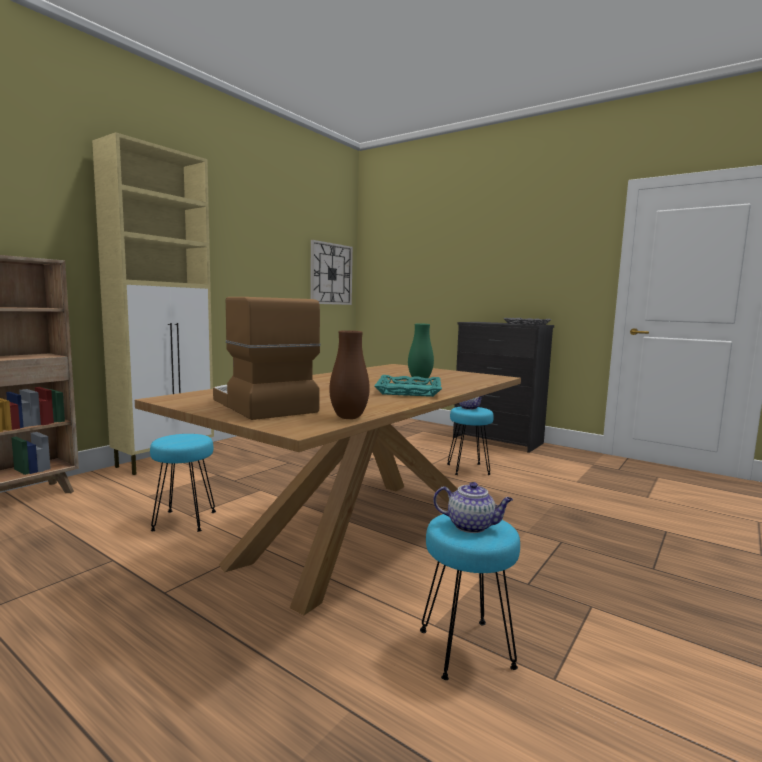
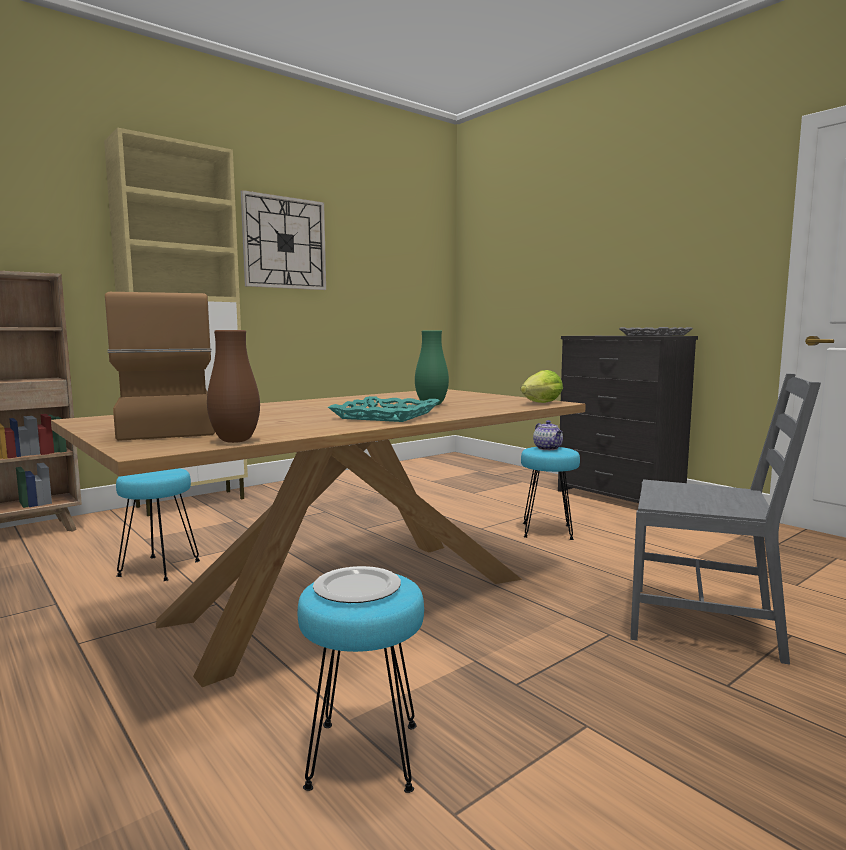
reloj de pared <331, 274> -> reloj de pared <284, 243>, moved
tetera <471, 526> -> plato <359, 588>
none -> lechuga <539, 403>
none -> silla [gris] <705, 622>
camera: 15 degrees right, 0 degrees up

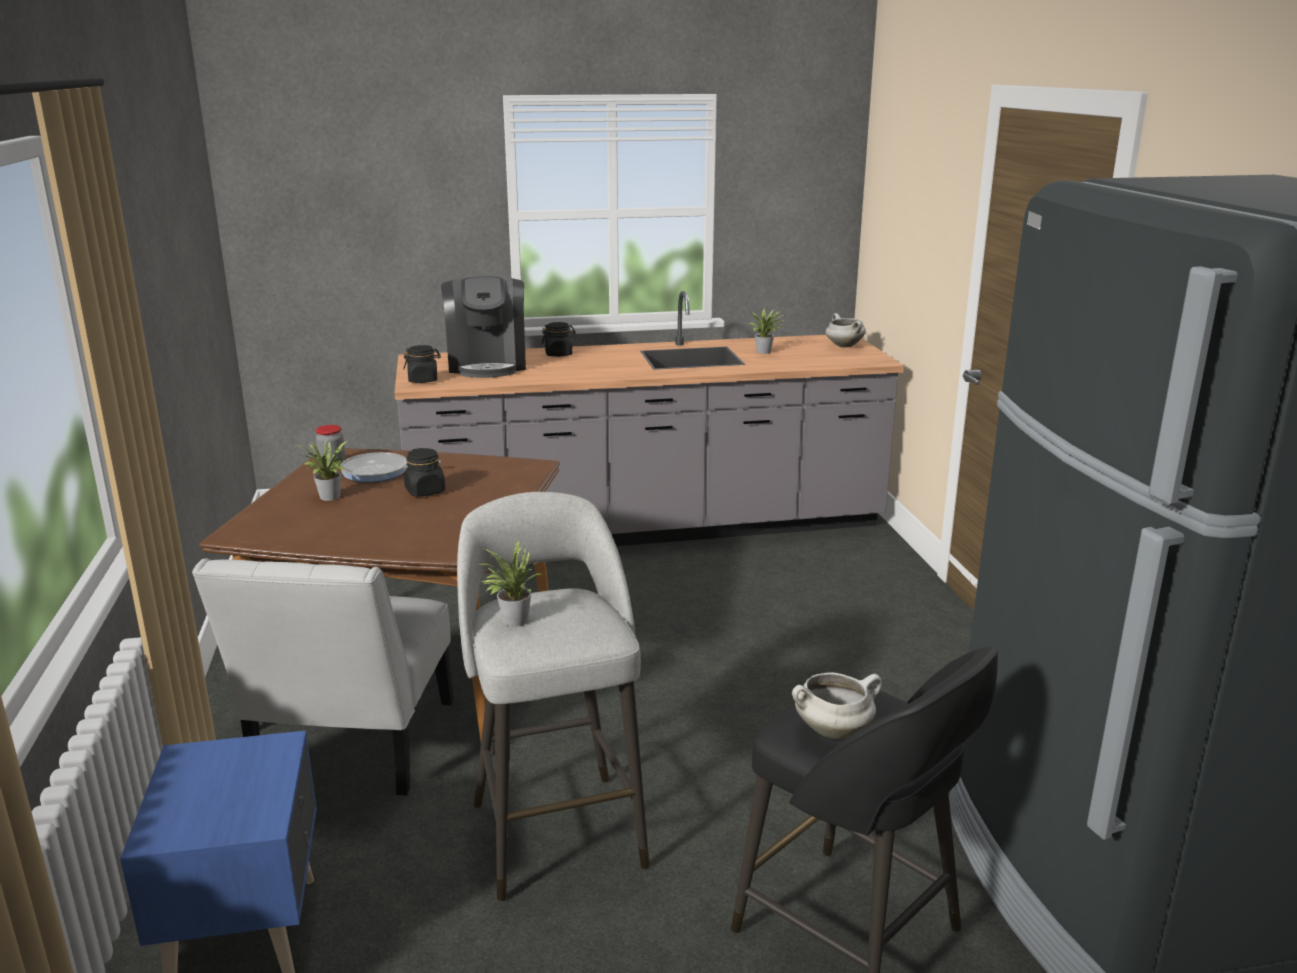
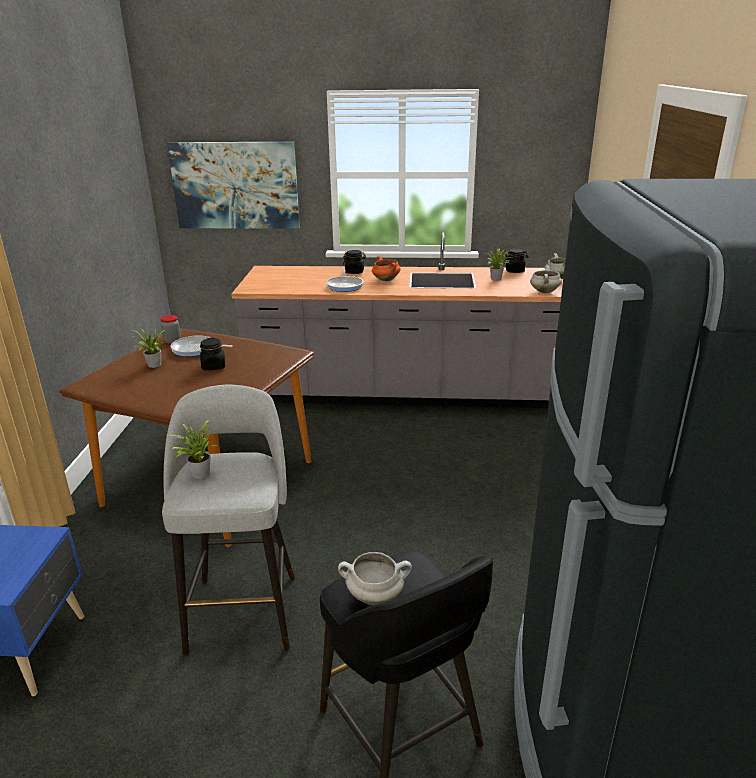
silla [blanco] <351, 749> -> none
tarro [negro] <423, 380> -> tarro [negro] <515, 271>, moved
cafetera <487, 364> -> none
none -> cuadro <235, 185>
none -> sartén <345, 286>
none -> olla [naranja] <385, 280>
none -> olla [blanco] <544, 291>
camera: 15 degrees right, 5 degrees up

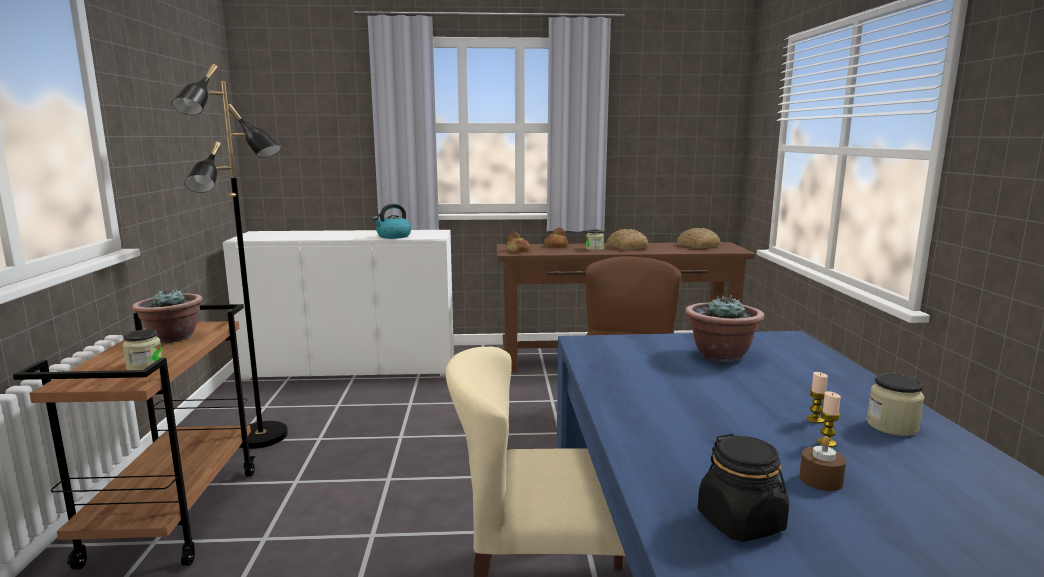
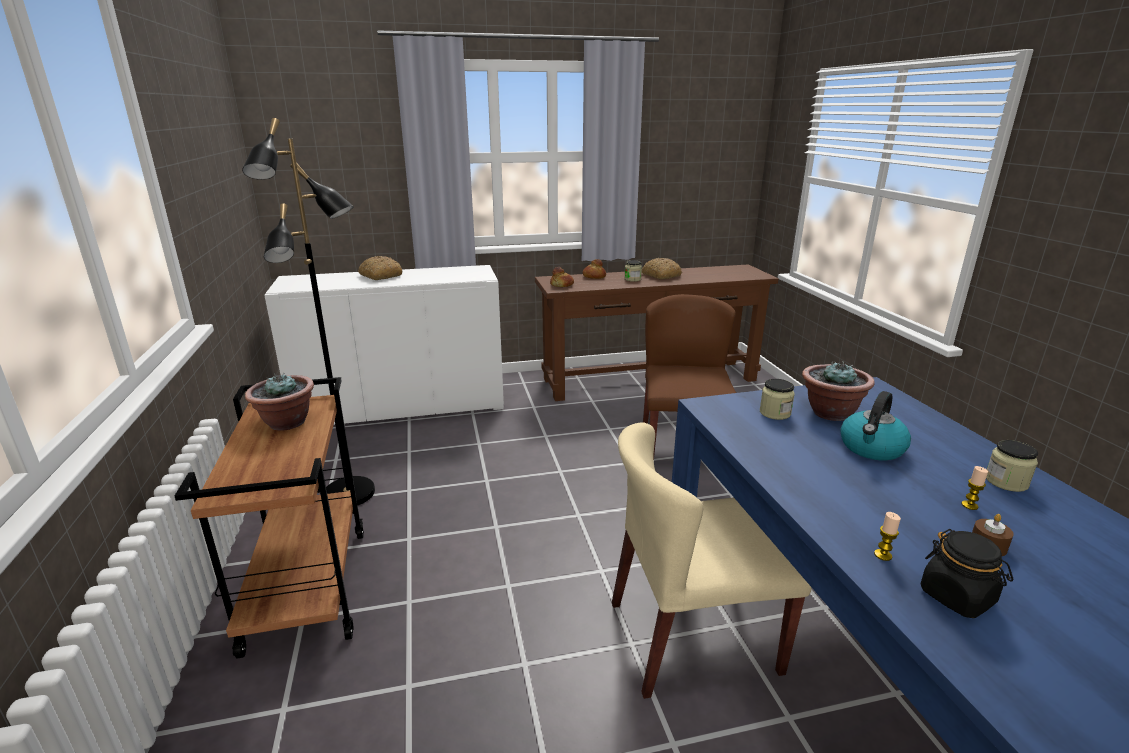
tarro <145, 366> -> tarro <775, 413>, moved
hervidor <393, 236> -> hervidor <871, 448>, moved
pan <697, 246> -> pan <380, 276>, moved
vela <815, 419> -> vela <883, 555>, moved
camera: 10 degrees left, 10 degrees up

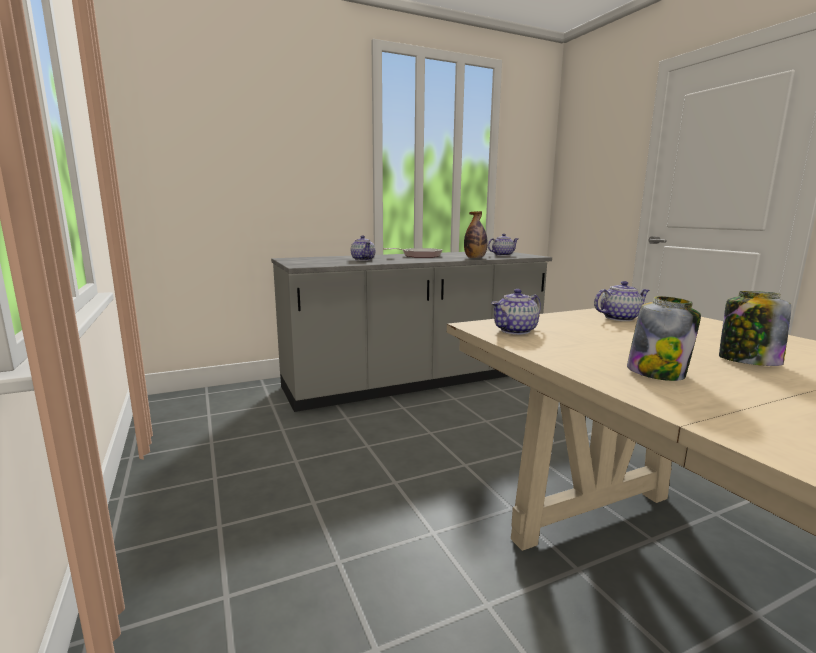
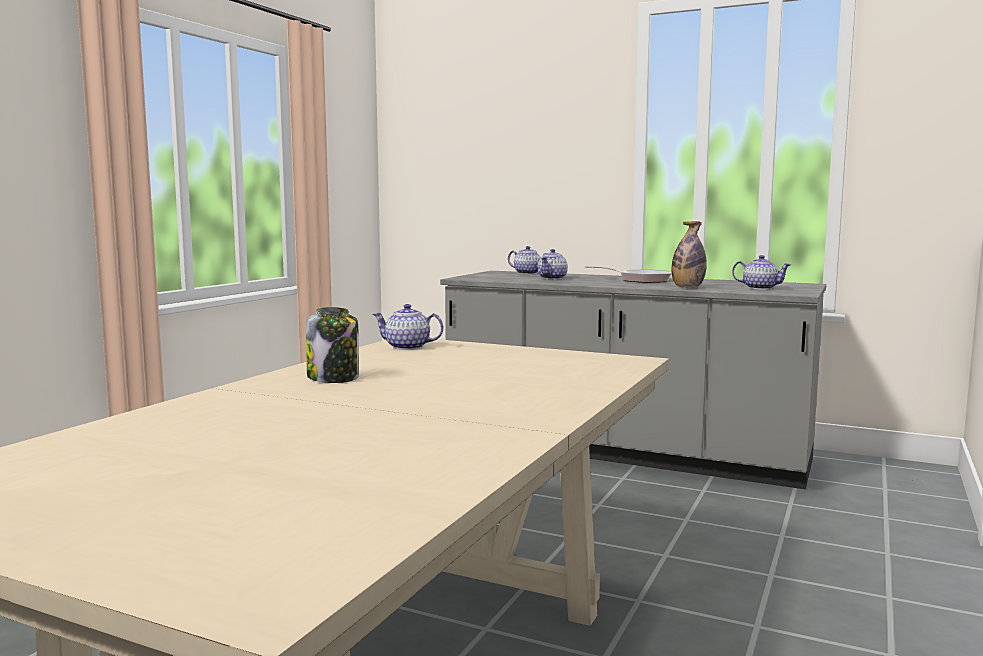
tetera <620, 318> -> tetera <528, 273>, moved
tarro <747, 361> -> none
camera: 50 degrees right, 5 degrees down

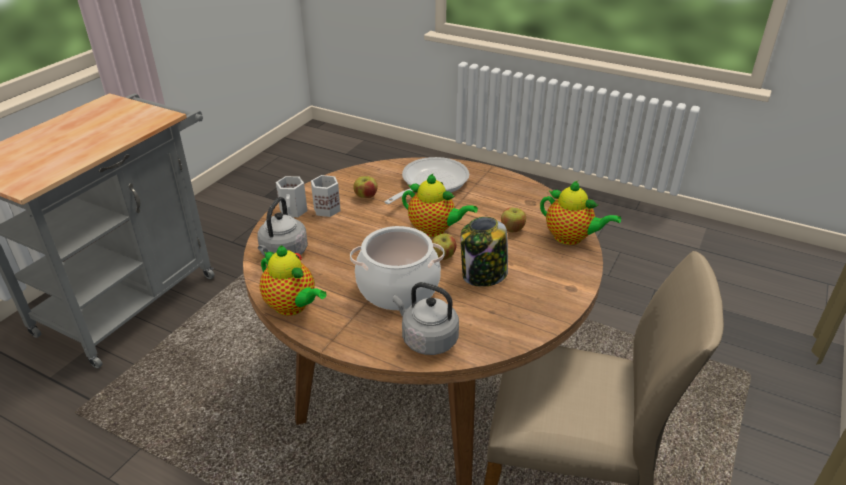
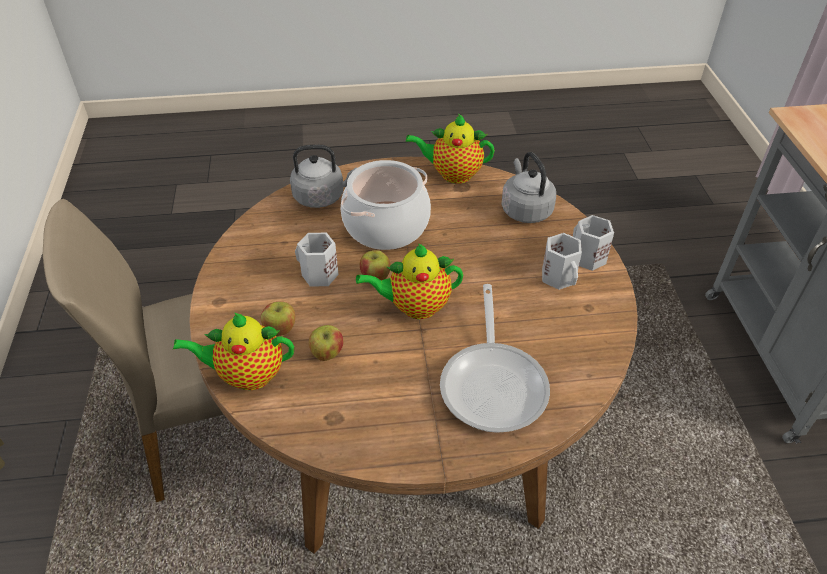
manzana <366, 196> -> manzana <280, 329>, moved
tarro <483, 275> -> taza grande [blanco] <318, 275>
camera: 145 degrees right, 10 degrees up

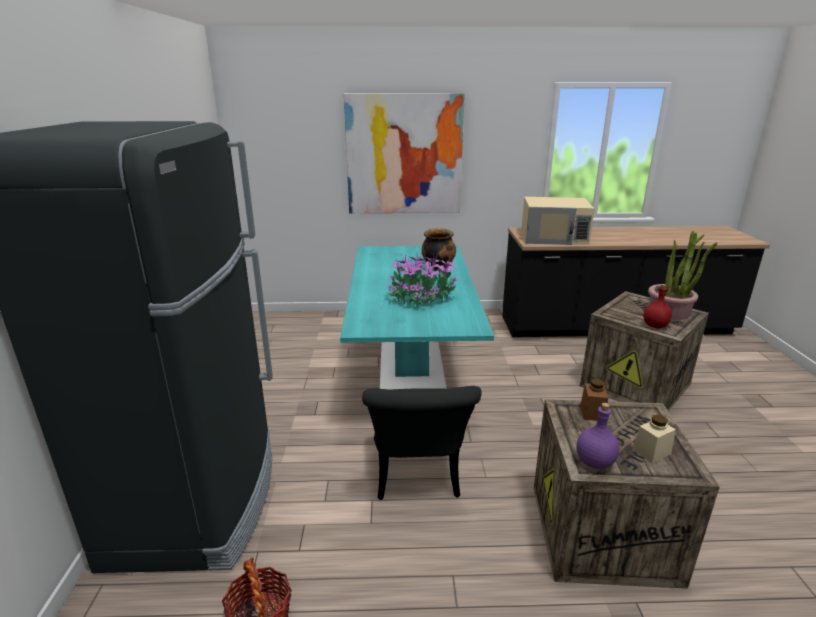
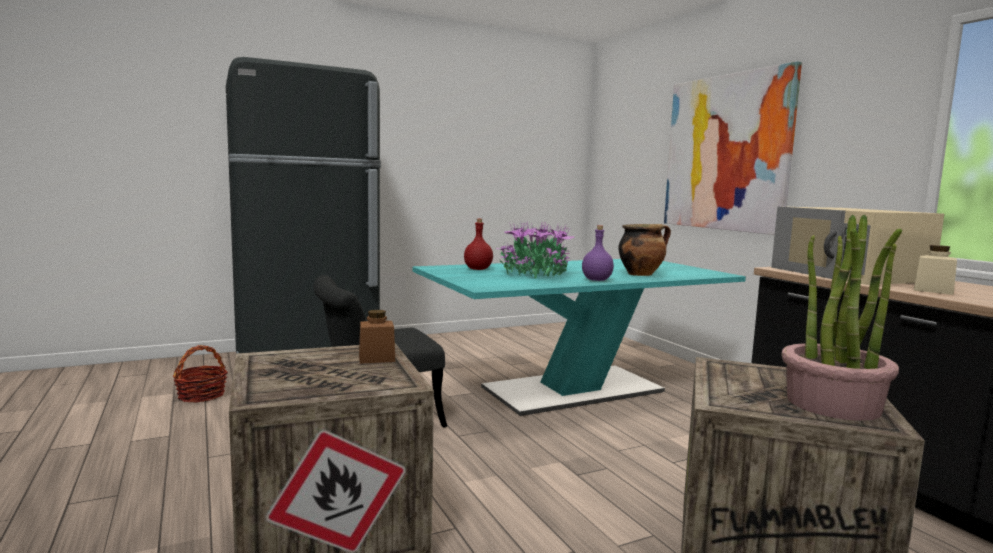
botella [morado] <595, 462> -> botella [morado] <597, 280>, moved
tarro [beis] <651, 452> -> tarro [beis] <933, 290>, moved
botella [rojo] <654, 326> -> botella [rojo] <478, 269>, moved
camera: 65 degrees right, 15 degrees down

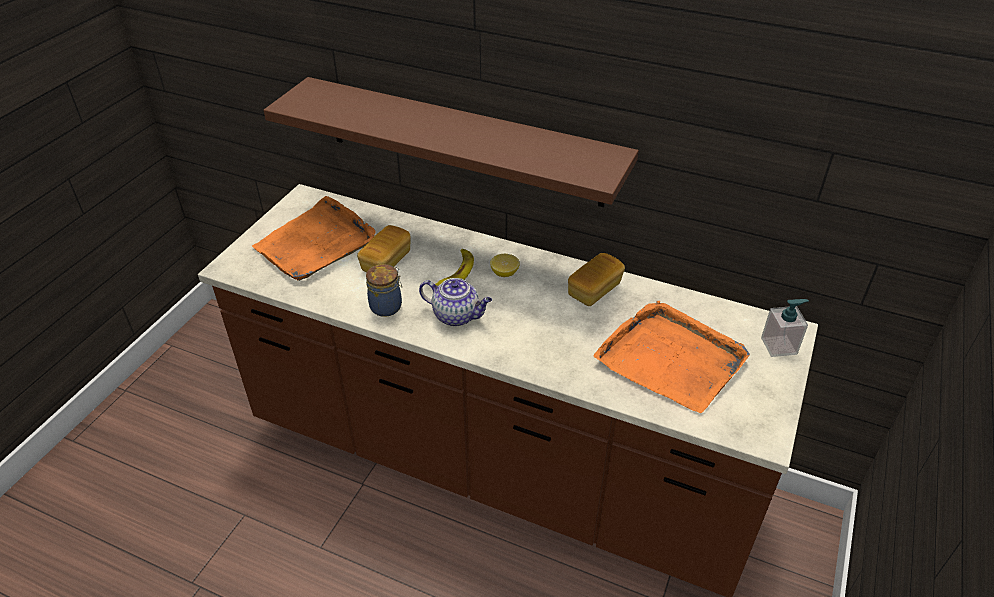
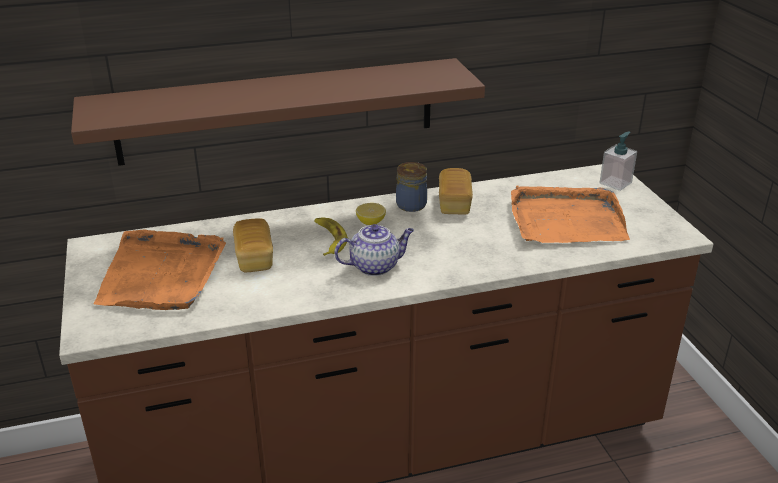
tarro <387, 306> -> tarro <411, 204>, moved
camera: 40 degrees left, 10 degrees down

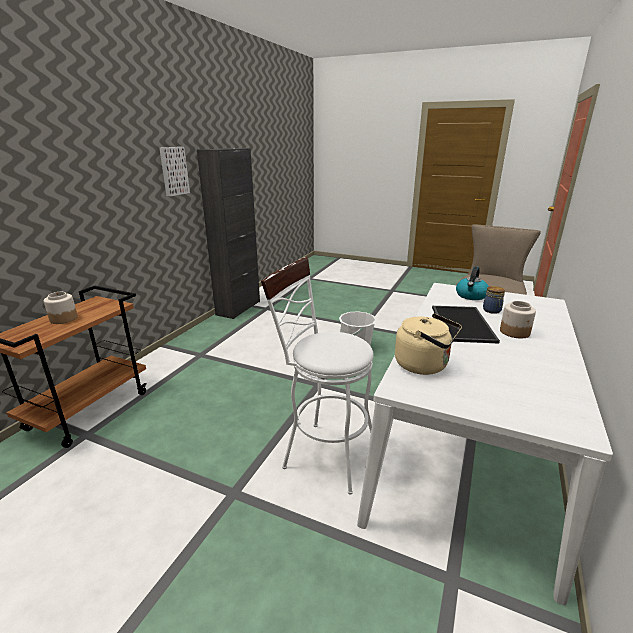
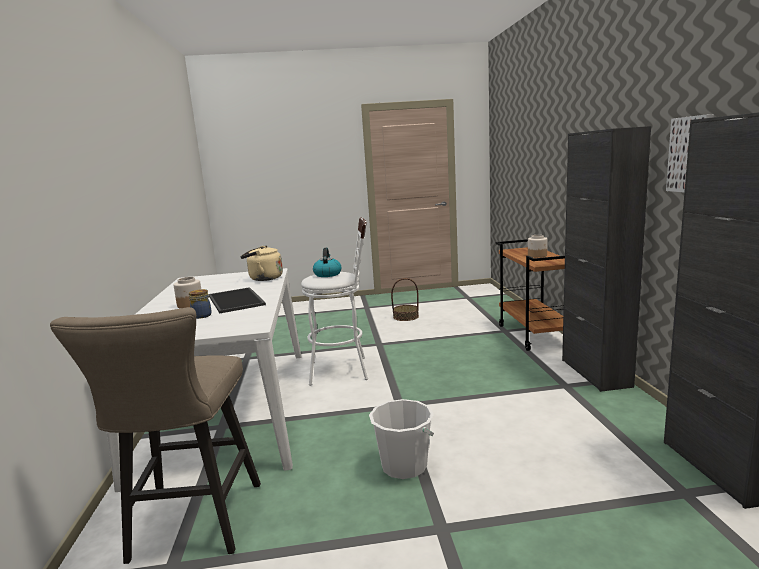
hervidor <471, 296> -> hervidor <327, 274>, moved
none -> cesta <406, 317>
none -> armario [negro] <595, 373>
camera: 150 degrees right, 10 degrees down

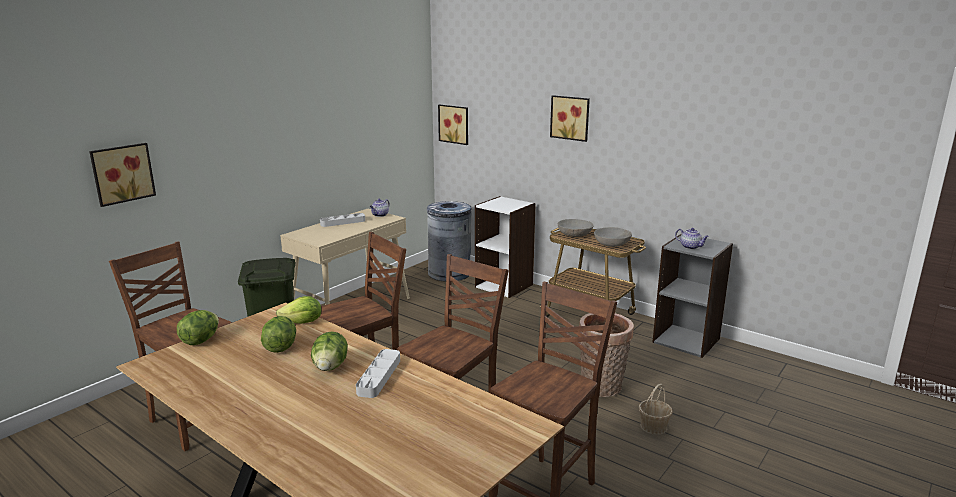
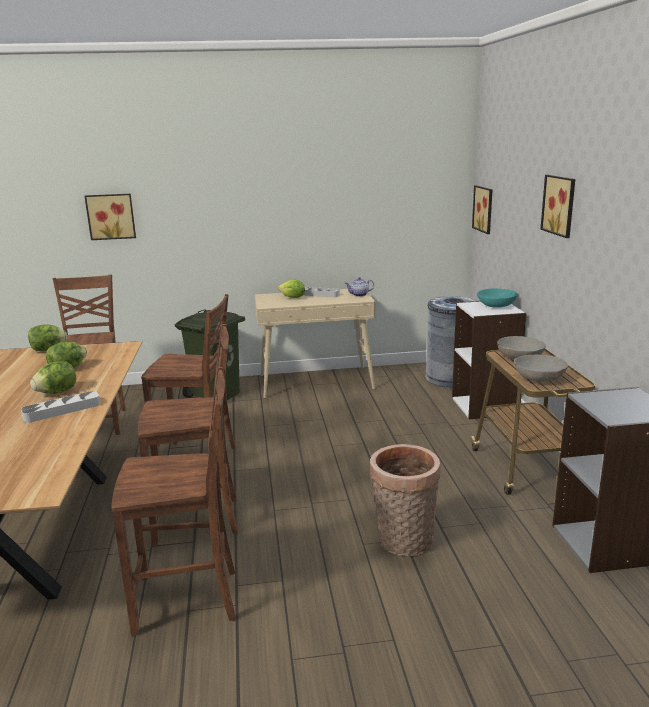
lechuga <303, 323> -> lechuga <292, 298>, moved
cesta <653, 426> -> none
tetera <691, 247> -> none
none -> cuenco [turquesa] <496, 305>
camera: 45 degrees right, 0 degrees up

